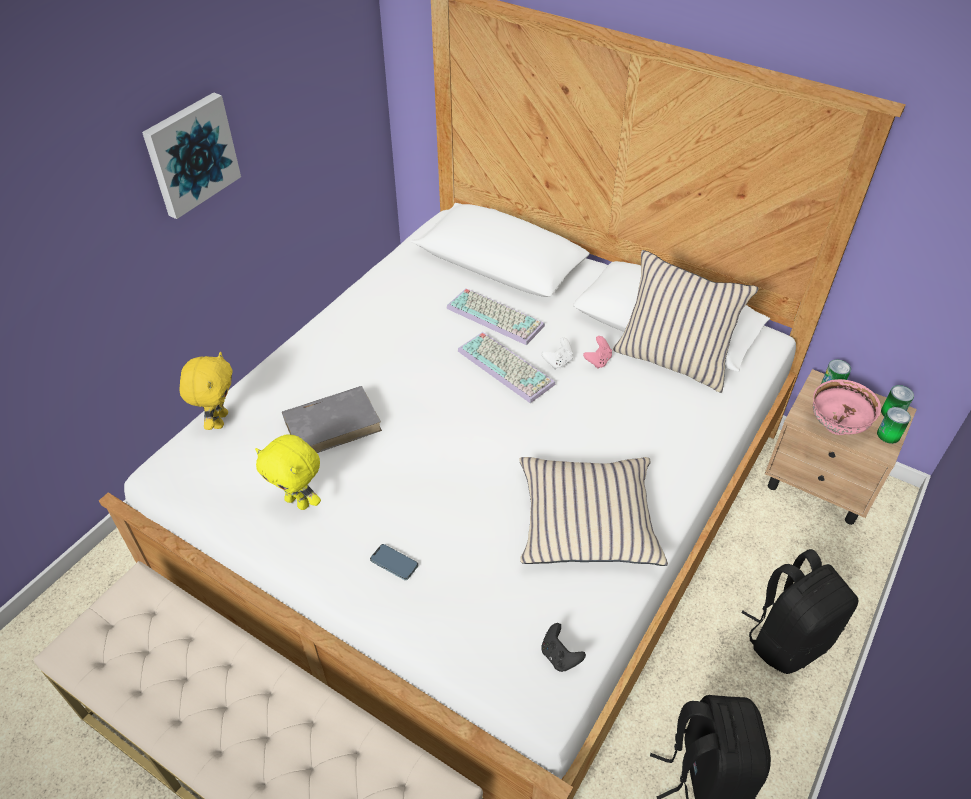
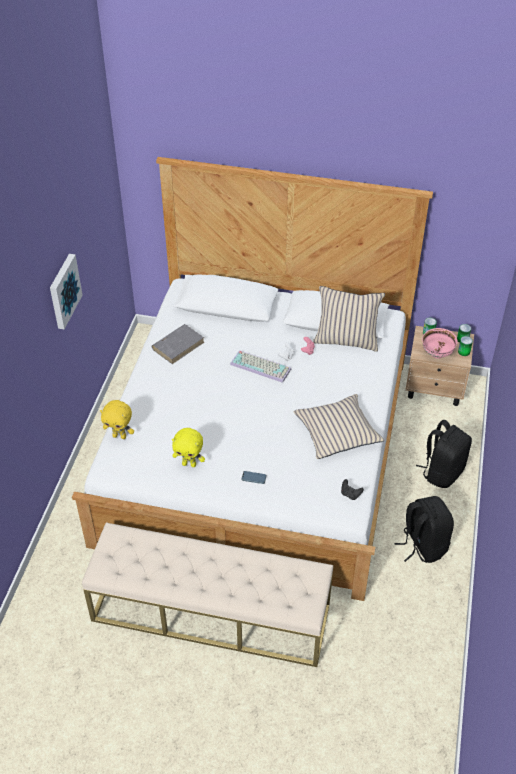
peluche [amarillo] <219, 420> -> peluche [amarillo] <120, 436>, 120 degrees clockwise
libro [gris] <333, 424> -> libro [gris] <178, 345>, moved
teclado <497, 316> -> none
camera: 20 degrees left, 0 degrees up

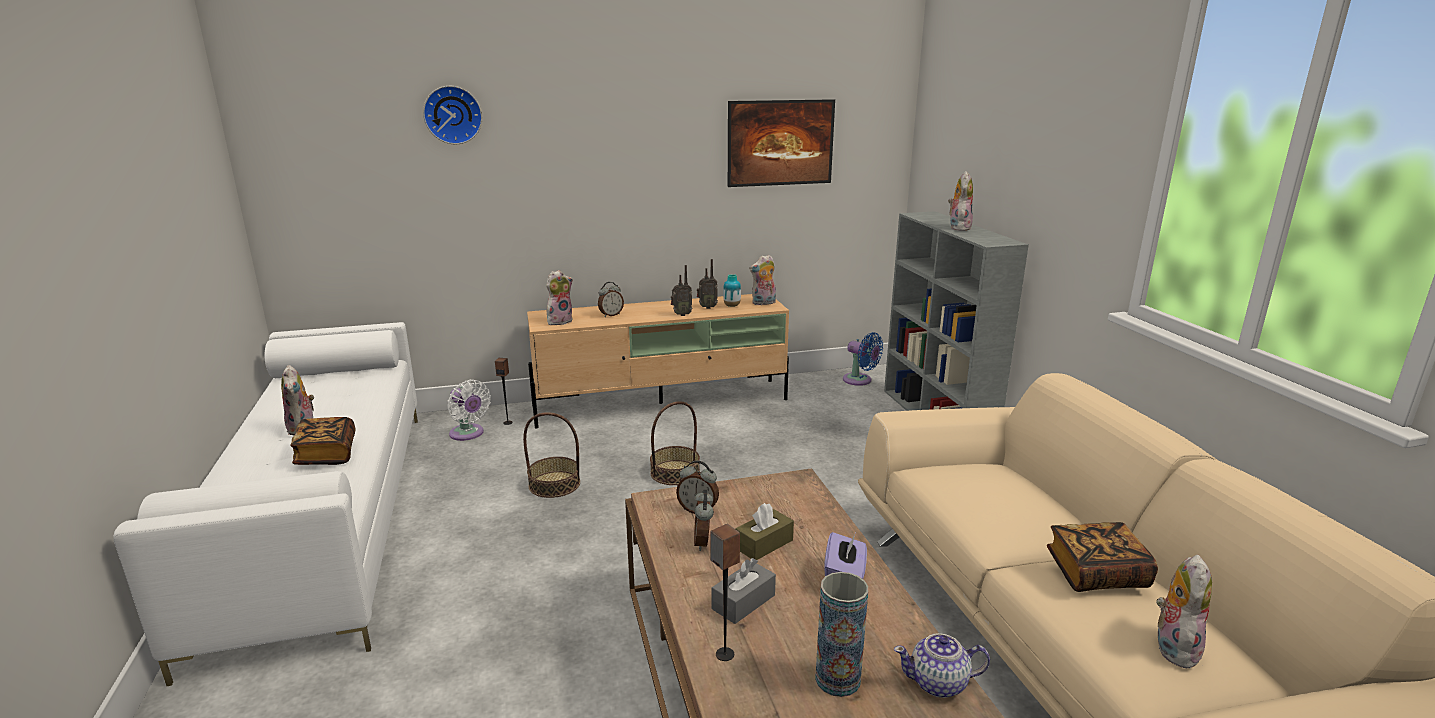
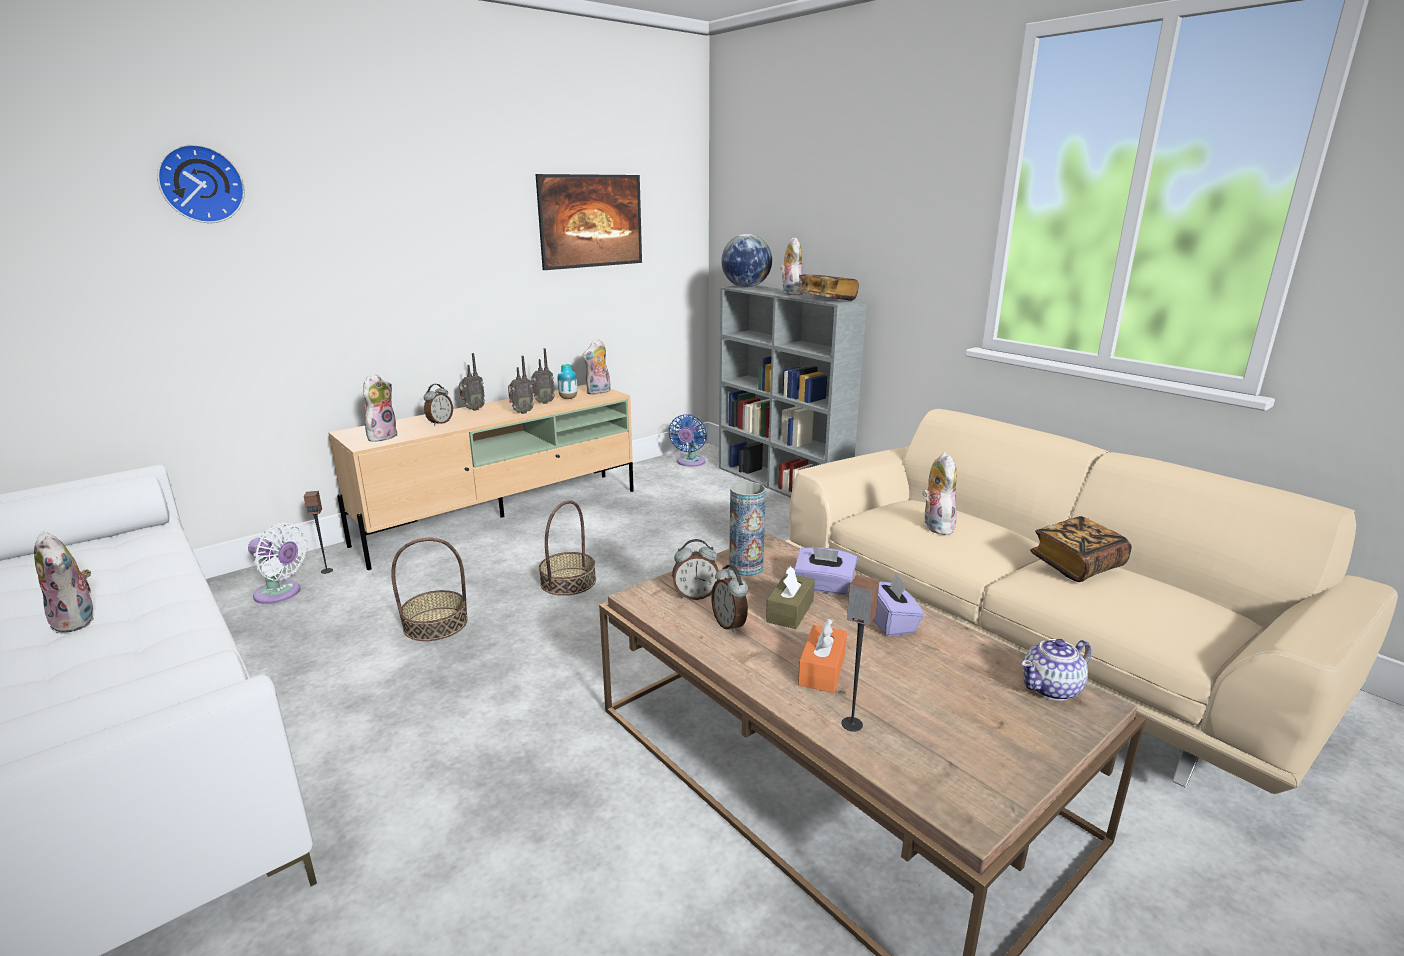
libro <327, 454> -> libro <827, 300>, moved
caja de pañuelos [gris] <743, 602> -> caja de pañuelos [naranja] <822, 670>
florero <837, 679> -> florero <746, 568>, moved
ventilador [azul] <860, 380> -> ventilador [azul] <690, 462>, 90 degrees clockwise
peluche <1173, 647> -> peluche <935, 526>, moved
none -> radio <473, 409>
none -> globo terráqueo <746, 287>
none -> caja de pañuelos [morado] <824, 586>
camera: 25 degrees left, 0 degrees up

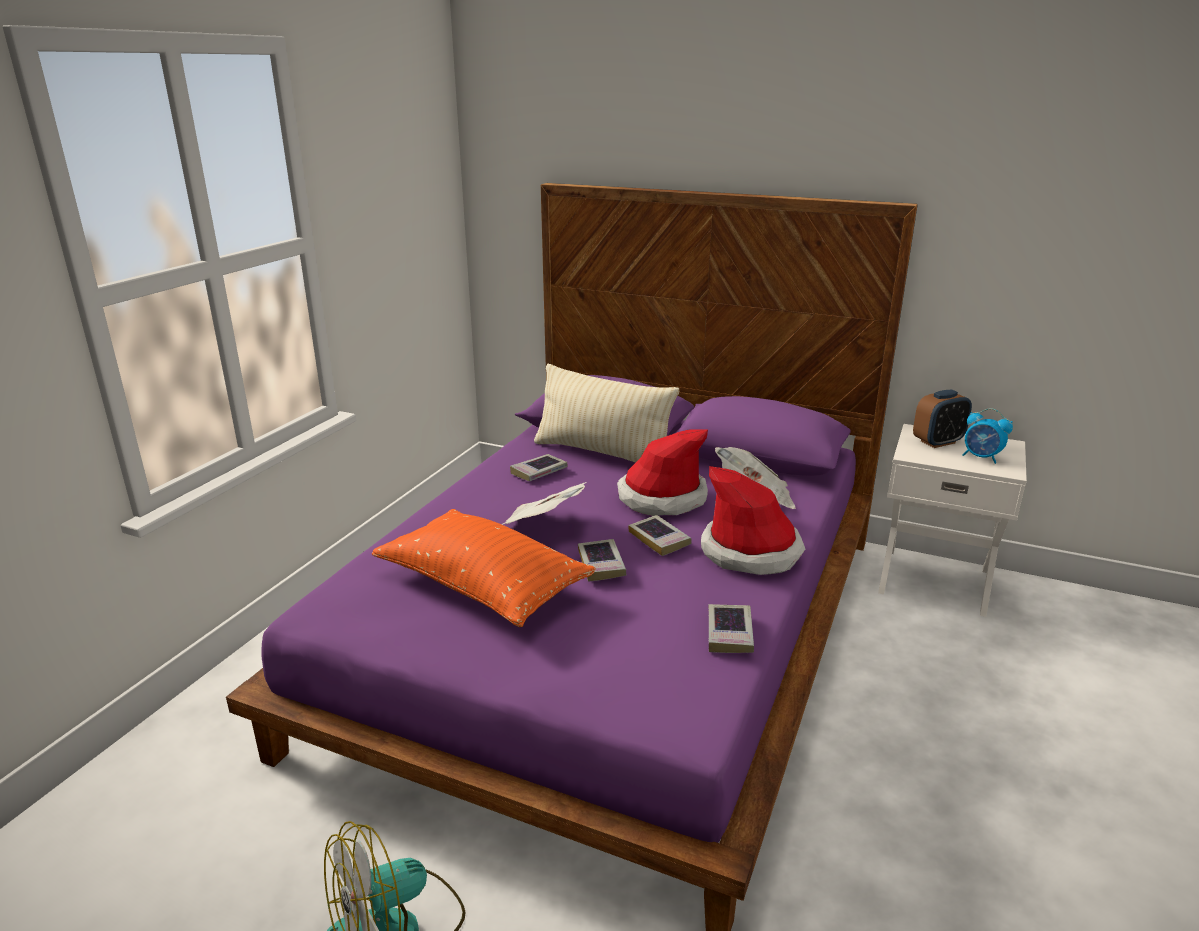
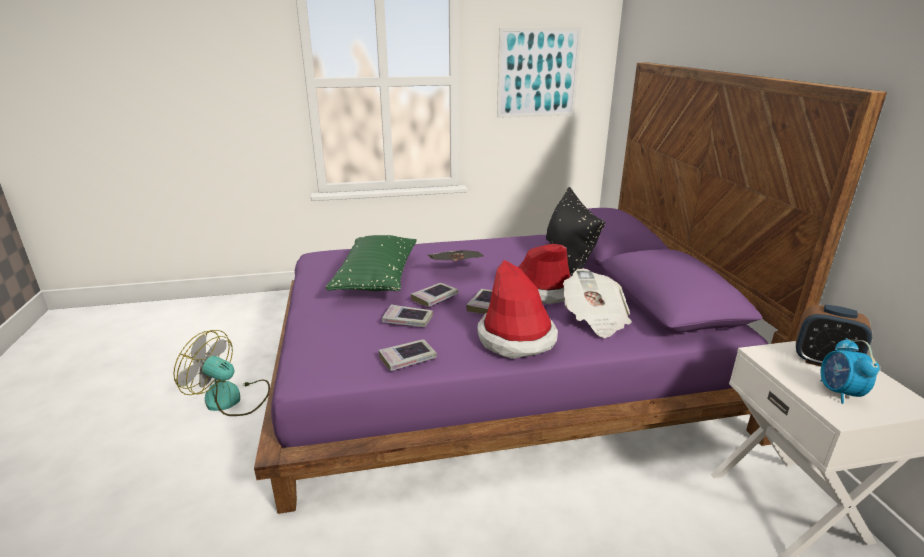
cojín [naranja] <483, 587> -> cojín [verde] <376, 278>
libro <539, 472> -> libro <407, 320>, moved
cojín [beis] <602, 454> -> cojín [negro] <568, 259>
none -> cuadro <538, 73>
camera: 55 degrees right, 0 degrees up

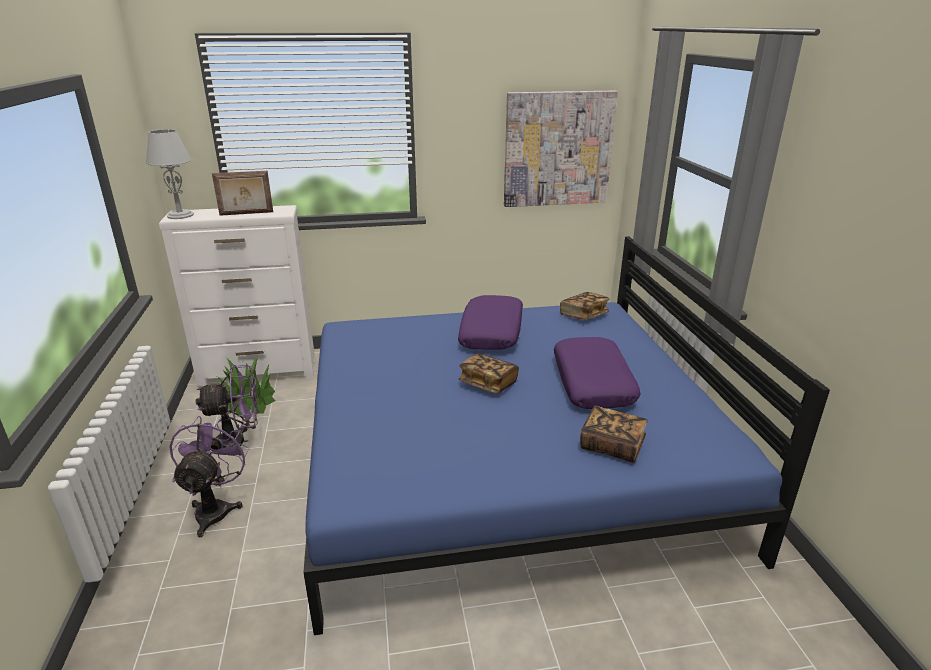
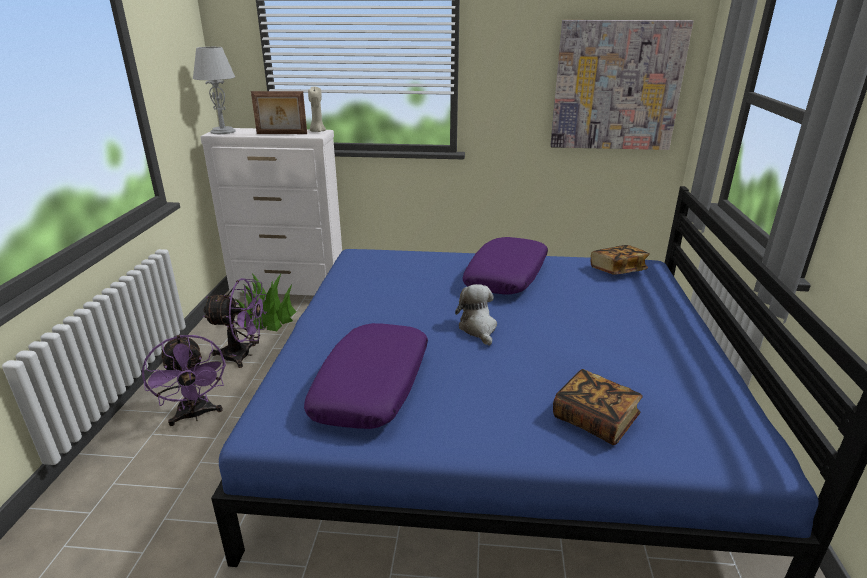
ventilador [morado] <216, 508> -> ventilador [morado] <195, 415>, 135 degrees clockwise
libro <488, 383> -> peluche <478, 328>
cojín [morado] <593, 383> -> cojín [morado] <372, 386>, moved
none -> vela [beis] <317, 131>
camera: 15 degrees right, 0 degrees up

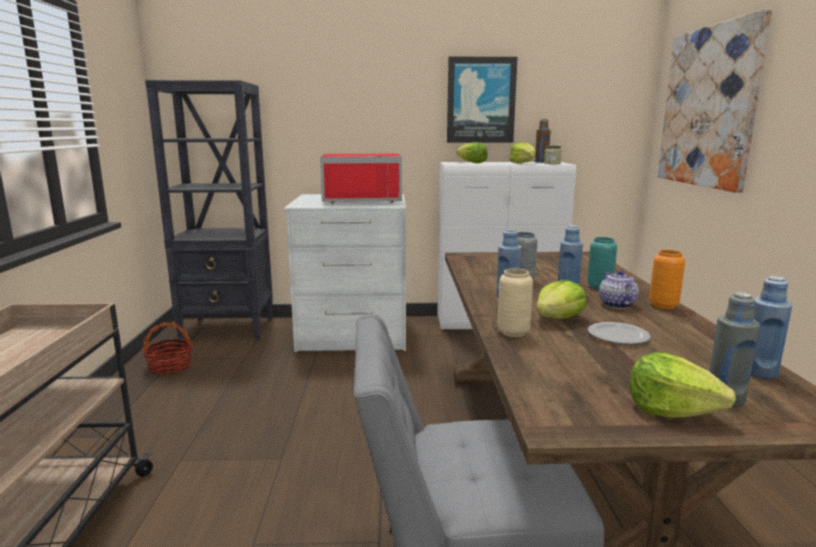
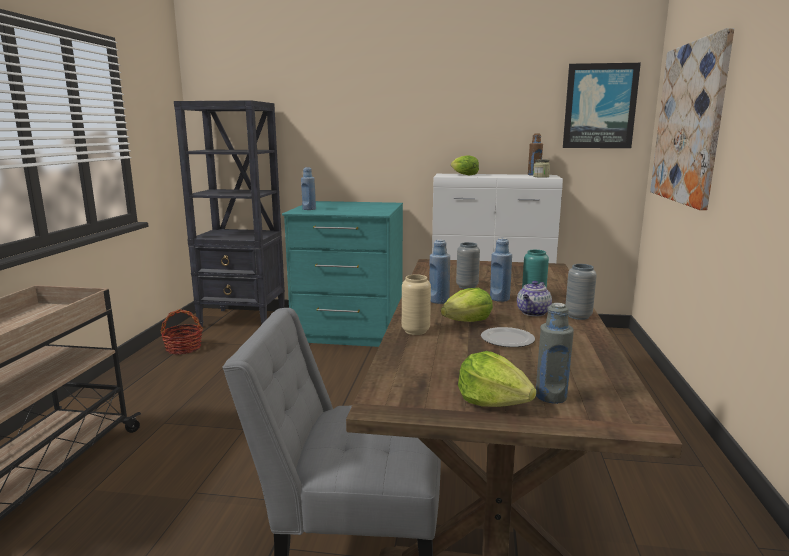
cómoda [blanco] <353, 334> -> cómoda [turquesa] <349, 330>
microondas [rojo] <362, 199> -> none
cuadro <481, 100> -> cuadro <599, 106>, moved
lechuga <523, 163> -> none
tetera <616, 304> -> tetera <533, 313>, 150 degrees counterclockwise
florero [naranja] <663, 305> -> florero [gris] <578, 316>
botella [azul] <759, 373> -> botella [azul] <309, 209>, moved
camera: 10 degrees right, 0 degrees up

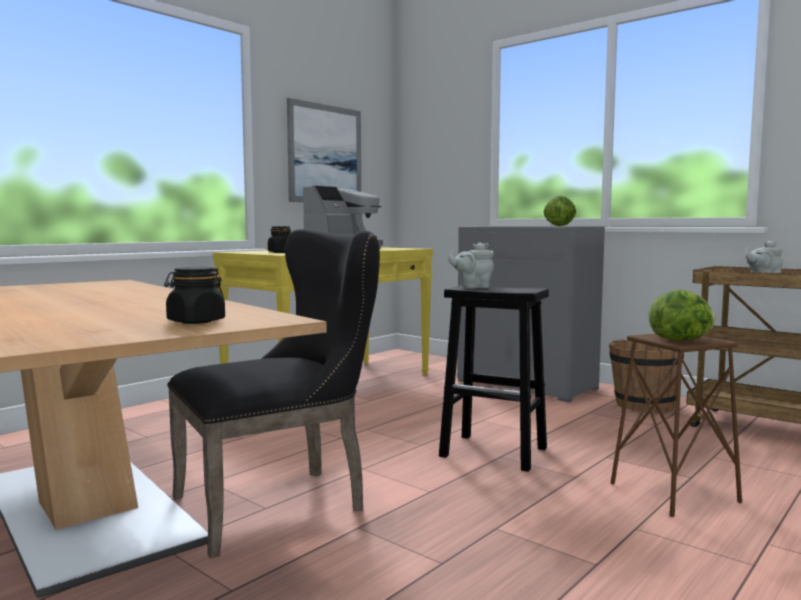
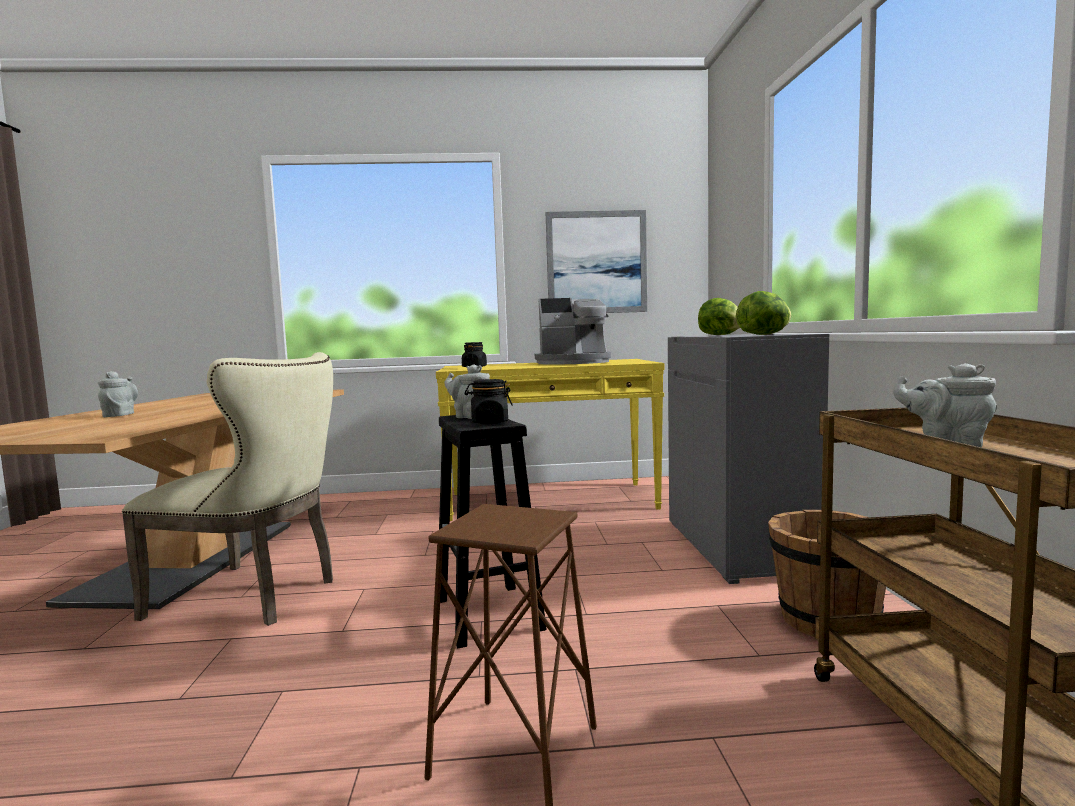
tarro [negro] <196, 321> -> tarro [negro] <489, 422>, moved
silla [negro] <281, 503> -> silla [beis] <256, 596>
lechuga <681, 340> -> lechuga <720, 335>, moved
none -> tetera [gris] <120, 415>
camera: 45 degrees right, 0 degrees up

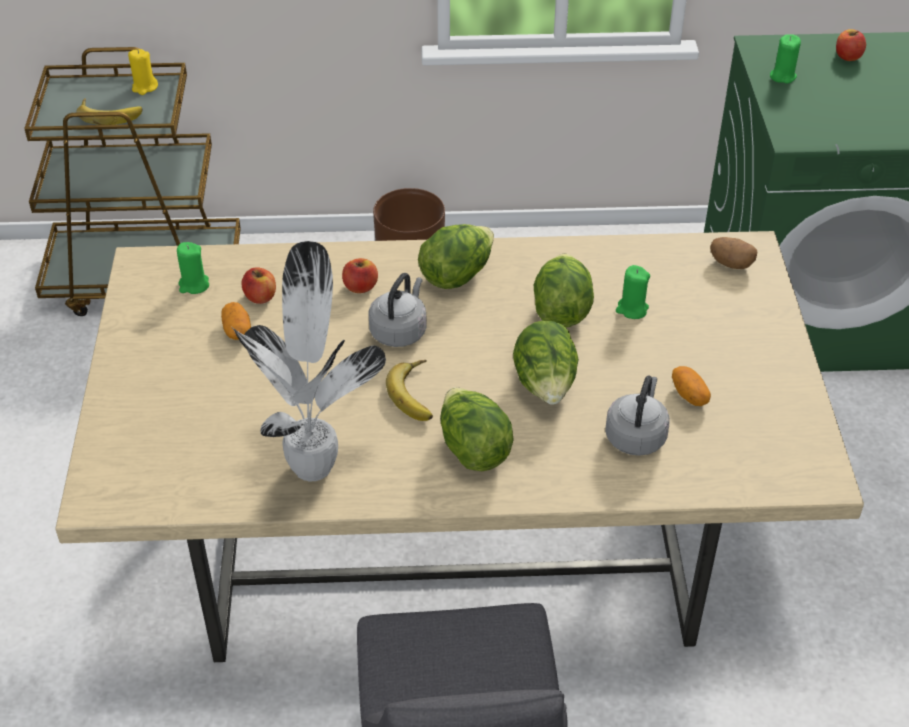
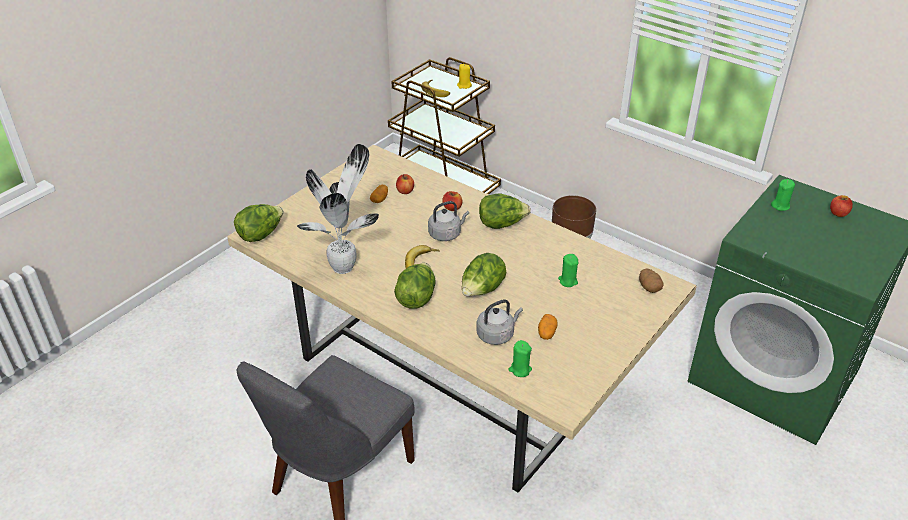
vela [verde] <194, 285> -> vela [verde] <520, 369>, moved
lechuga <561, 310> -> lechuga <261, 234>, moved
camera: 40 degrees right, 5 degrees down

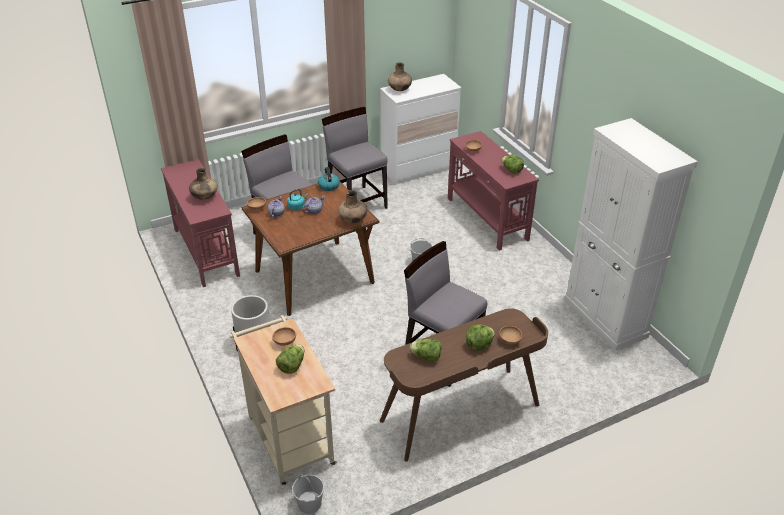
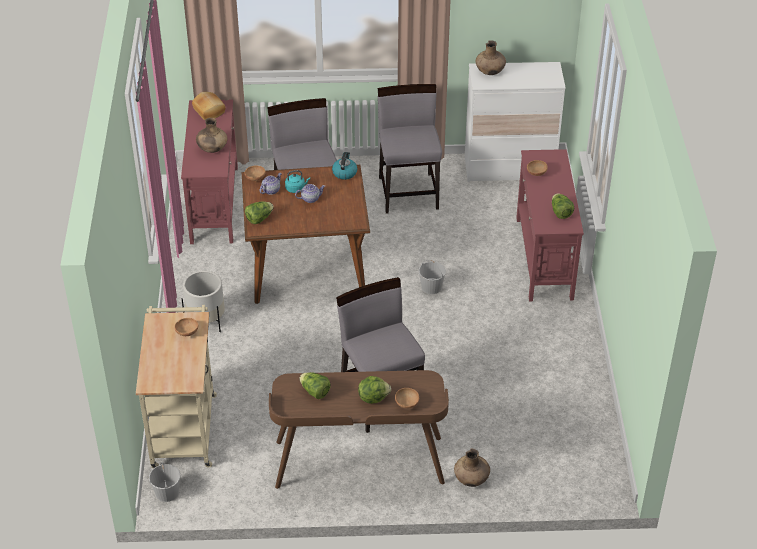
lechuga <292, 366> -> lechuga <259, 219>, moved
florero [marrón] <353, 220> -> florero [marrón] <471, 479>, moved
armario [blanco] <605, 318> -> none
none -> pan <210, 111>
camera: 25 degrees right, 5 degrees up

